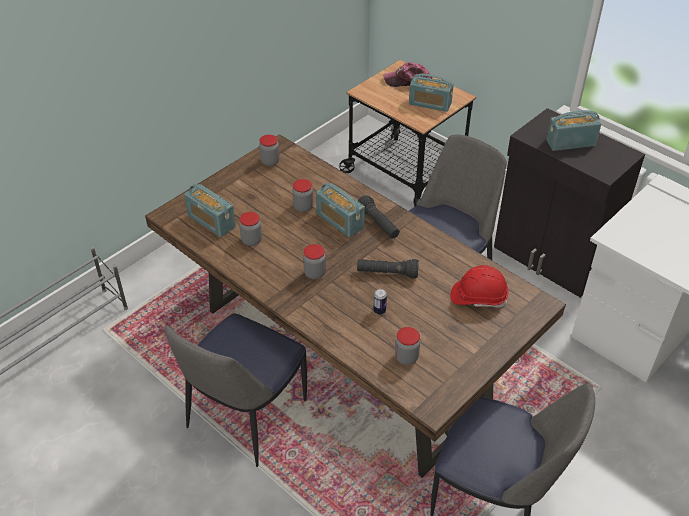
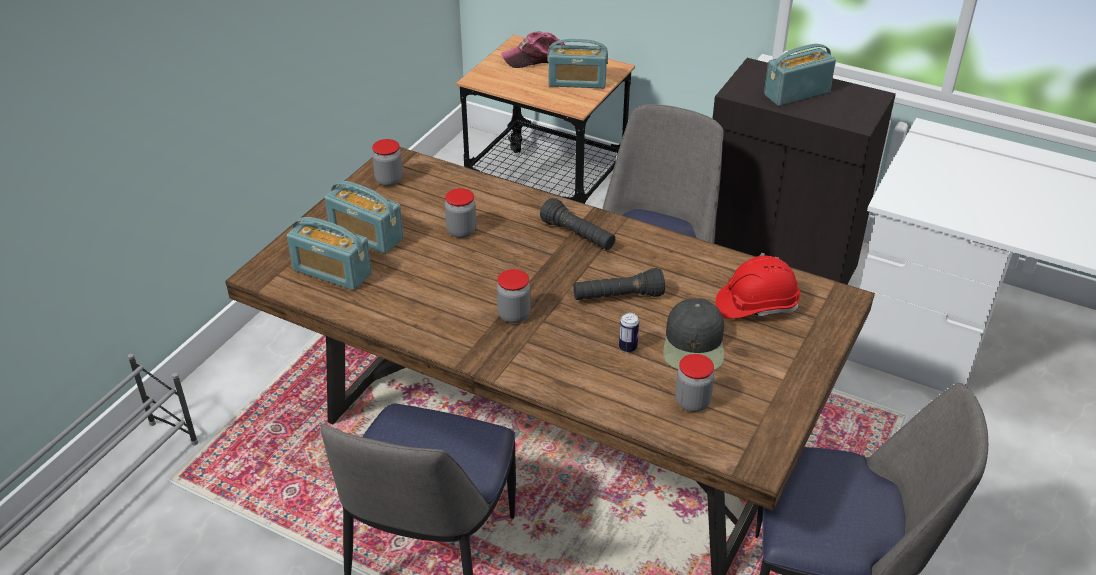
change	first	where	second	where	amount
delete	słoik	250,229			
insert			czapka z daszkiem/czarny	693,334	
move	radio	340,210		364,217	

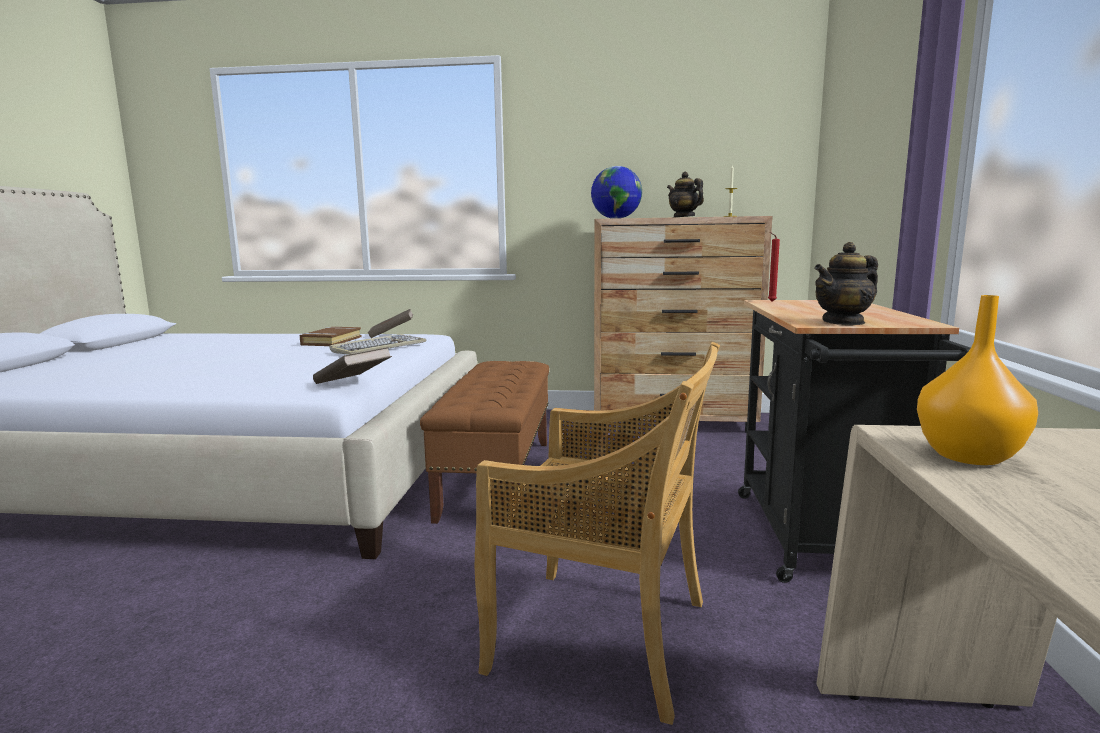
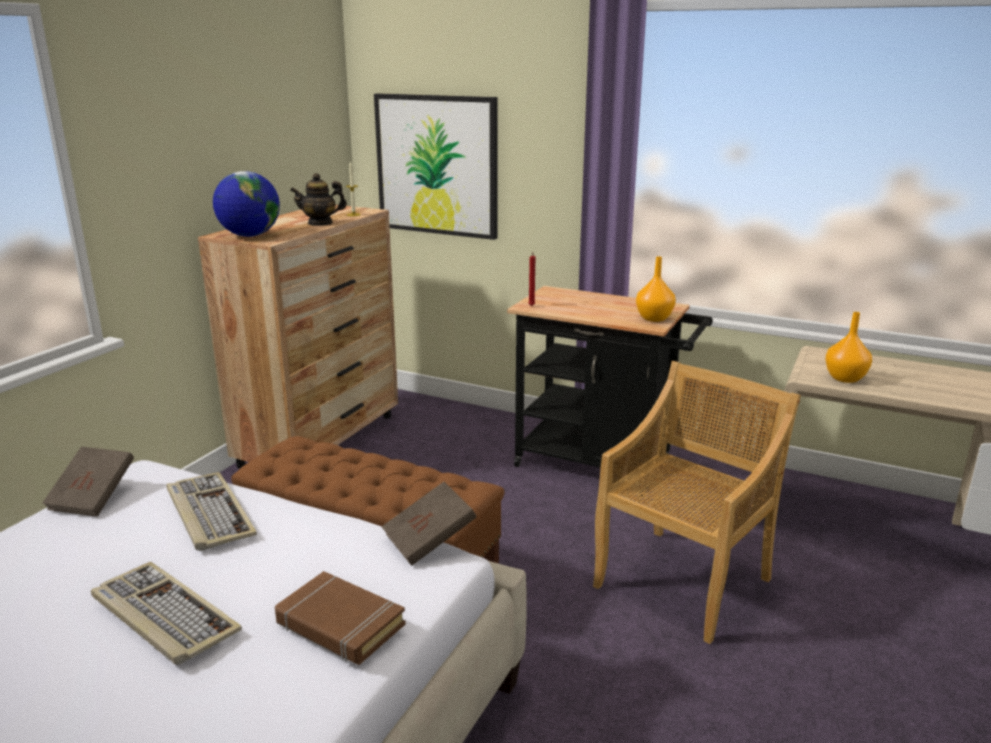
change	first	where	second	where	amount
insert			klawiatura	166,613	
insert			obraz	436,166	
move	książka/brązowy	331,336		340,618	
replace	imbryk	846,283	wazon/pomarańczowy	656,289	

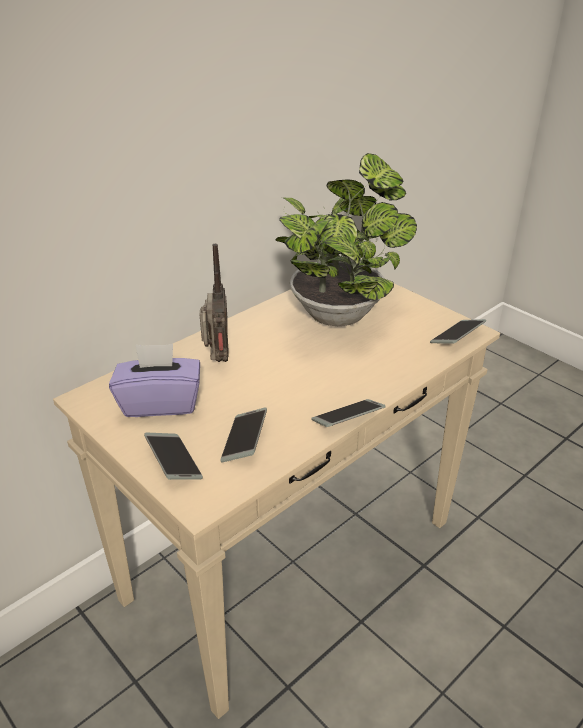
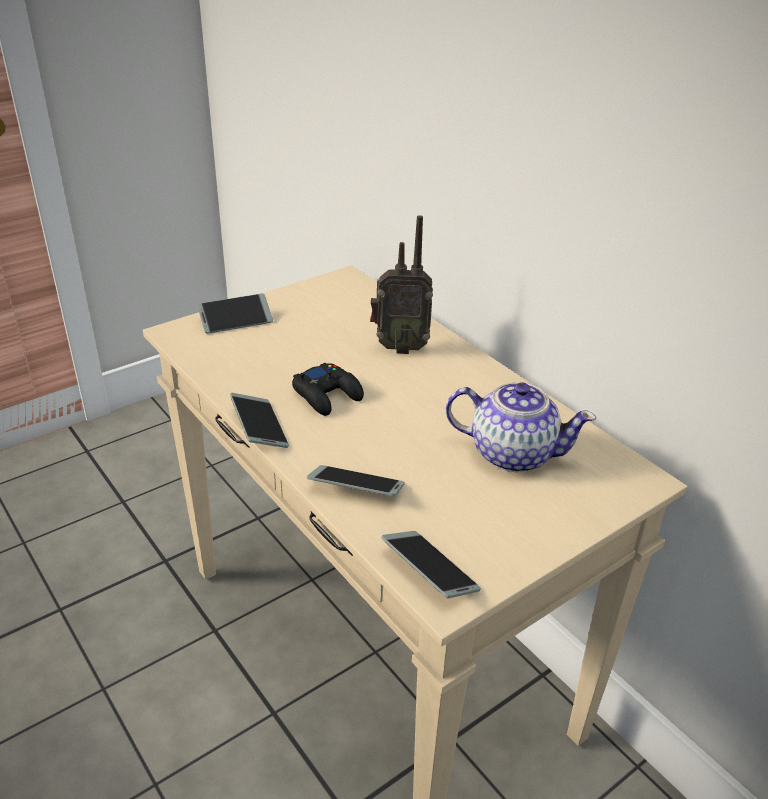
change	first	where	second	where	amount
delete	pudełko chusteczek/fioletowy	154,380			
insert			pad do gier/czarny	328,389	
move	telefon	243,435		356,480	
replace	roślina doniczkowa	346,239	imbryk	521,427	

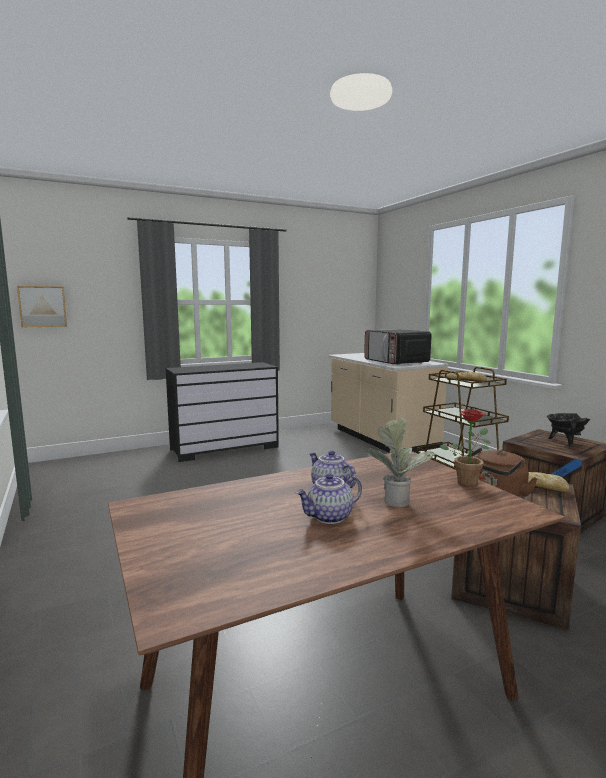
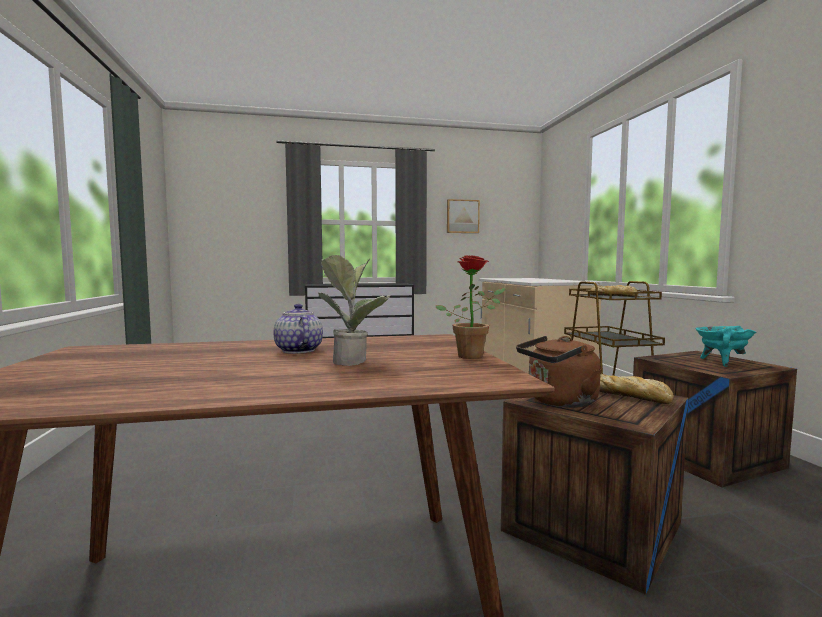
change	first	where	second	where	amount
delete	imbryk	329,498			
delete	mikrofalówka	398,347			
move	obraz	42,306		463,216	
recolor	garnek/czarny	568,430	garnek/turkusowy	726,346	

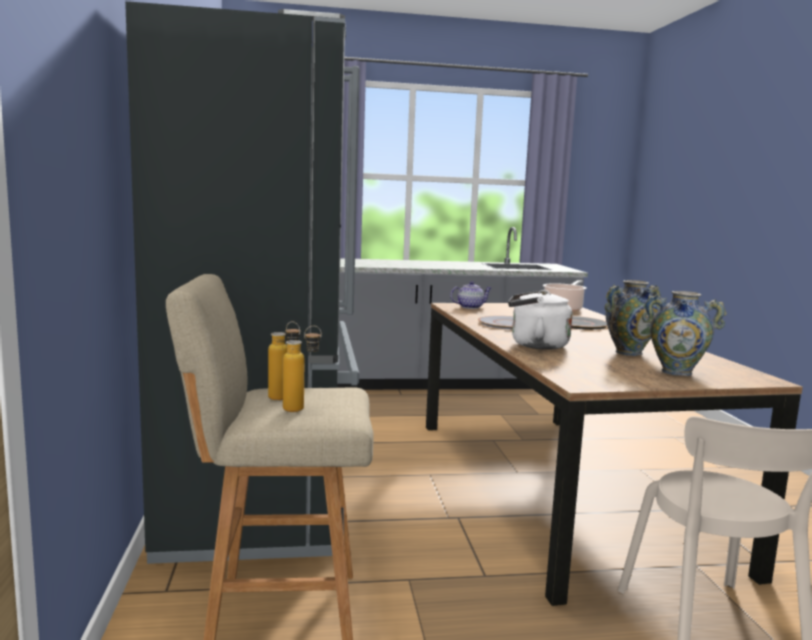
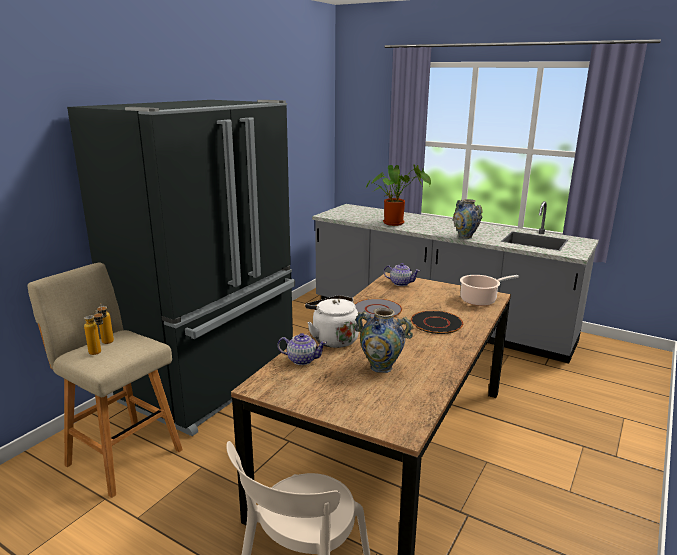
change	first	where	second	where	amount
insert			imbryk	302,349	
insert			roślina doniczkowa	398,195	
move	wazon	684,333		468,219	

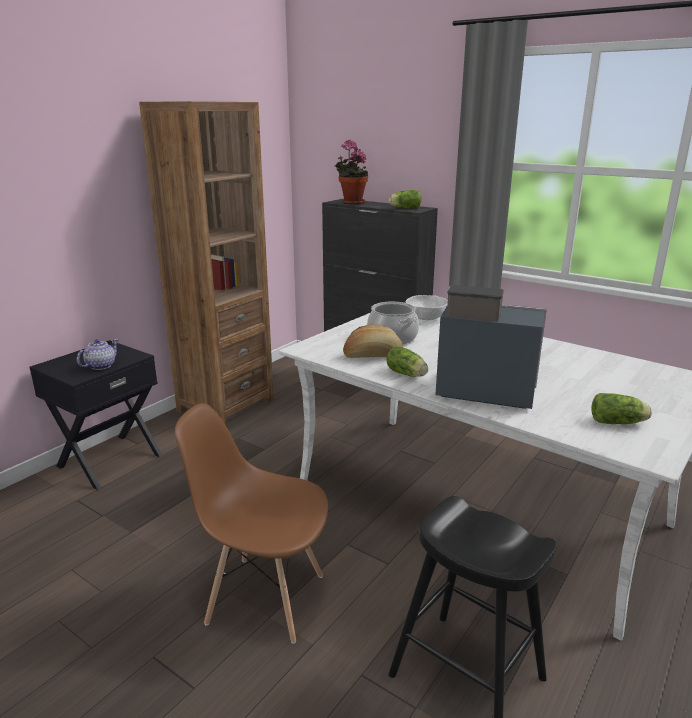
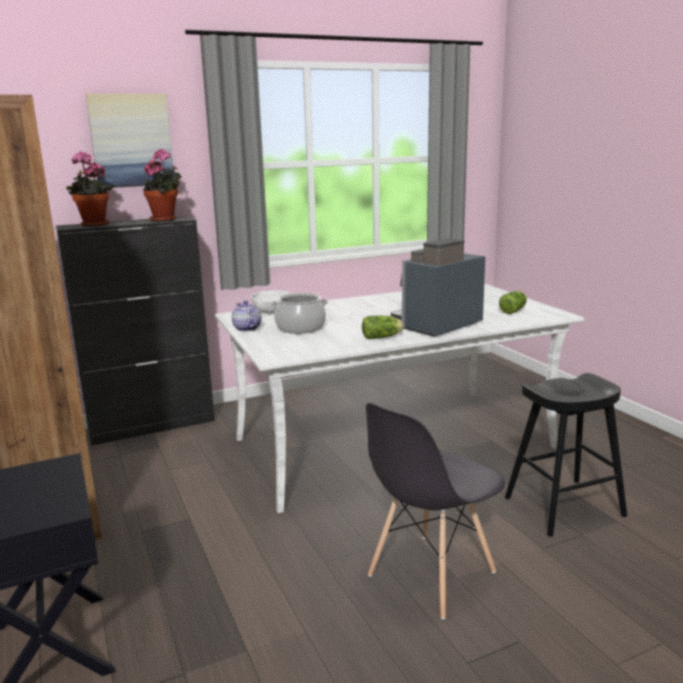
change	first	where	second	where	amount
delete	chleb	373,341			
insert			obraz	130,140	
move	imbryk	98,354		246,316	
replace	sałata	405,199	roślina doniczkowa	162,185	
recolor	krzesło/brązowy	251,523	krzesło/szary	435,511	

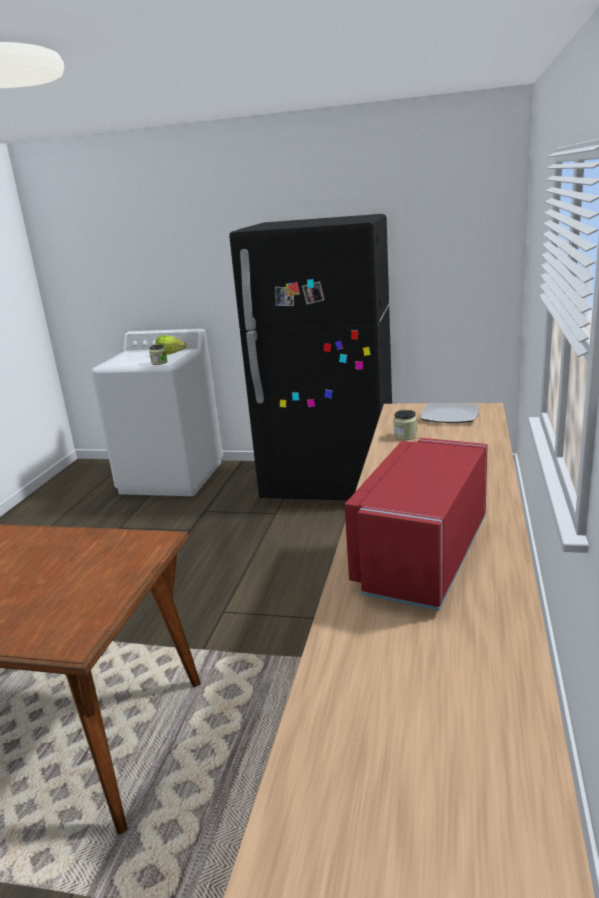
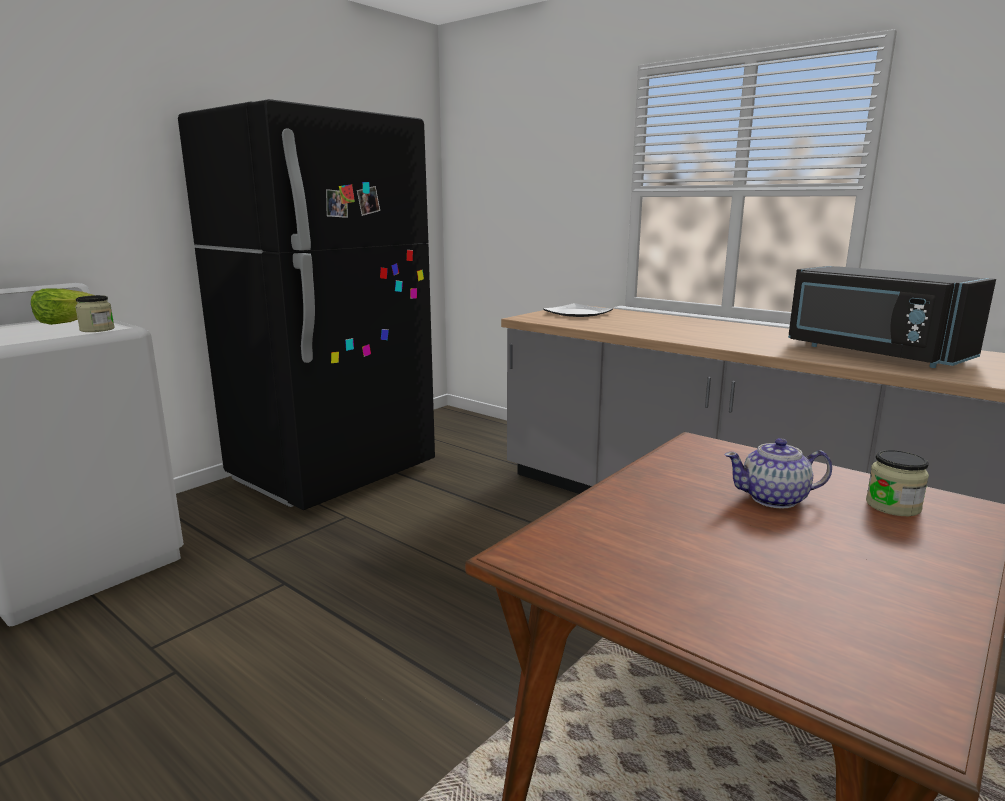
change	first	where	second	where	amount
insert			imbryk	778,473	
move	słoik	405,425		897,483	
recolor	mikrofalówka/czerwony	416,524	mikrofalówka/czarny	892,317	

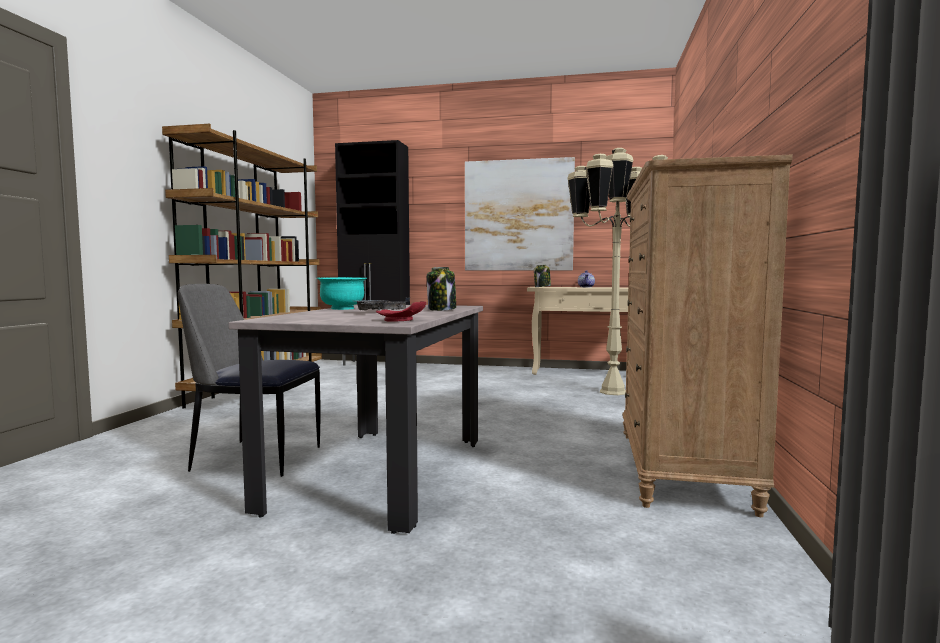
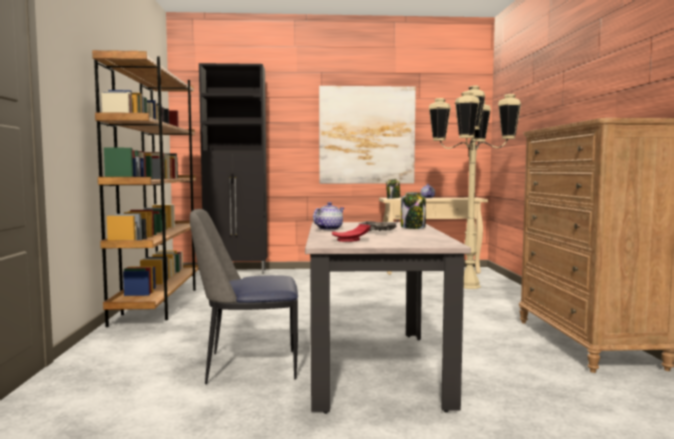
change	first	where	second	where	amount
move	talerz/czerwony	401,311		351,233	
replace	miska/turkusowy	342,293	imbryk	328,216	

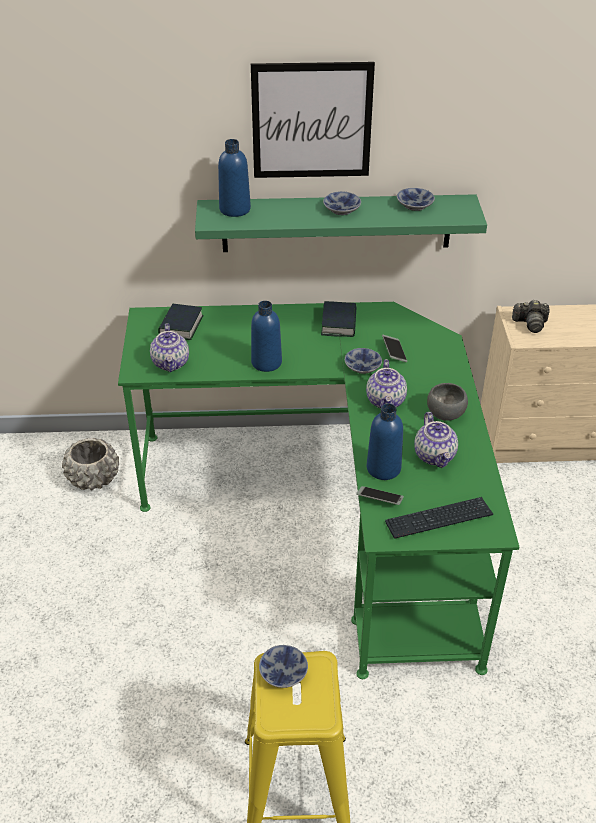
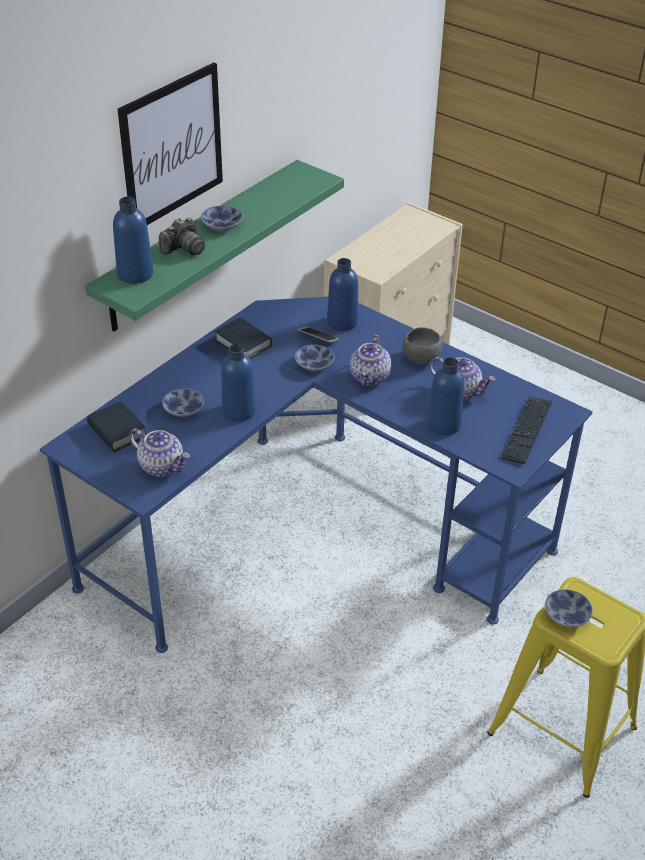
change	first	where	second	where	amount
delete	donica/szary	90,464			
delete	telefon	380,495			
insert			butelka/niebieski	342,294	
move	miska	416,199		183,402	
move	aparat fotograficzny	531,316		182,236	
recolor	biurko/zielony	319,490	biurko/niebieski	316,475	
rotate	imbryk	386,384		371,361	60 degrees clockwise

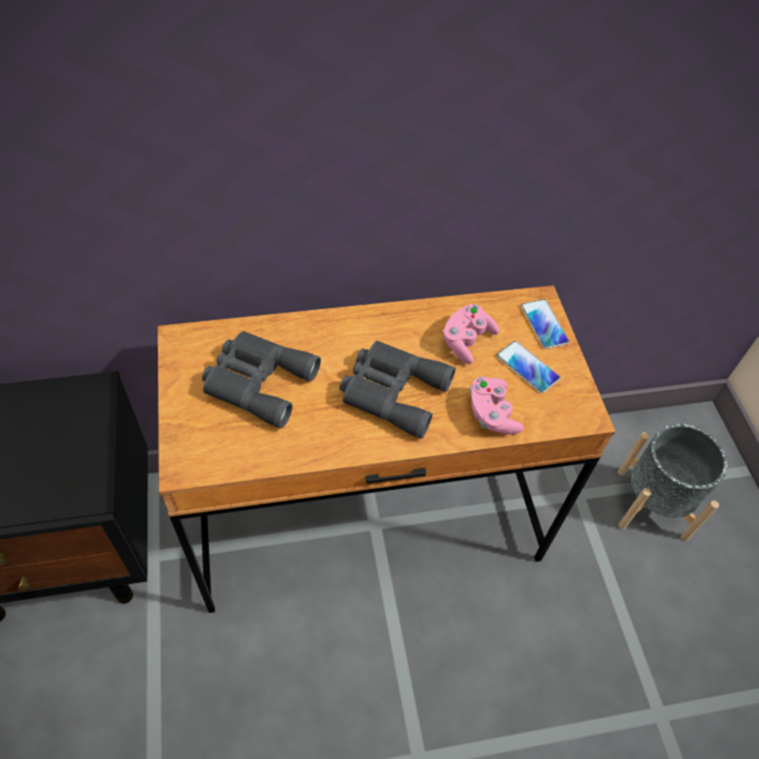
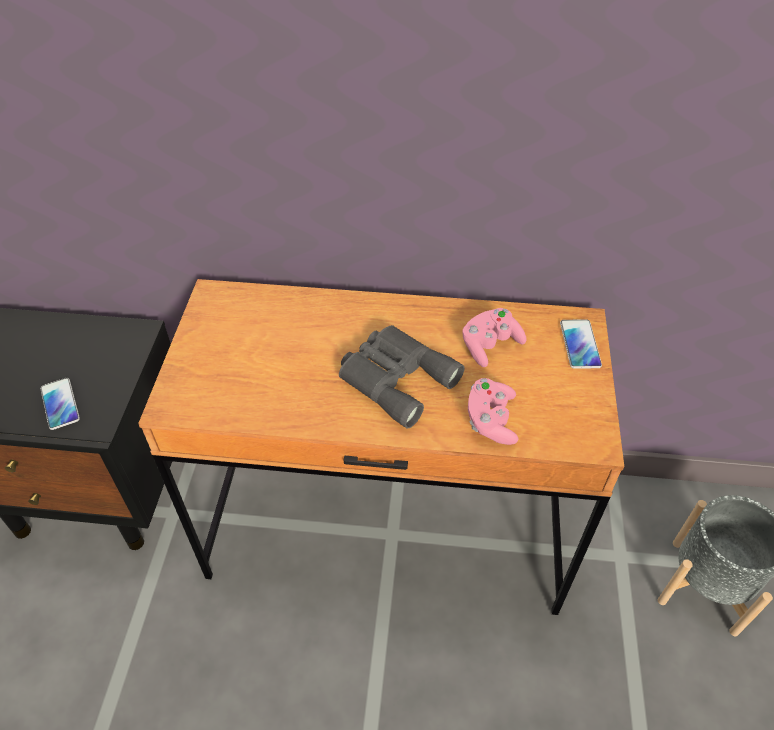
change	first	where	second	where	amount
delete	lornetka/szary	261,379			
move	telefon	528,367		60,404	

